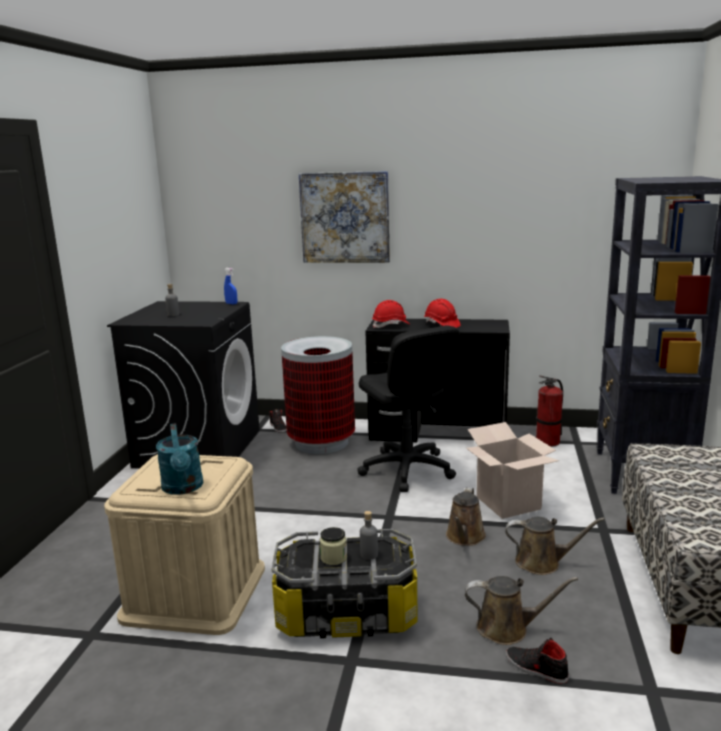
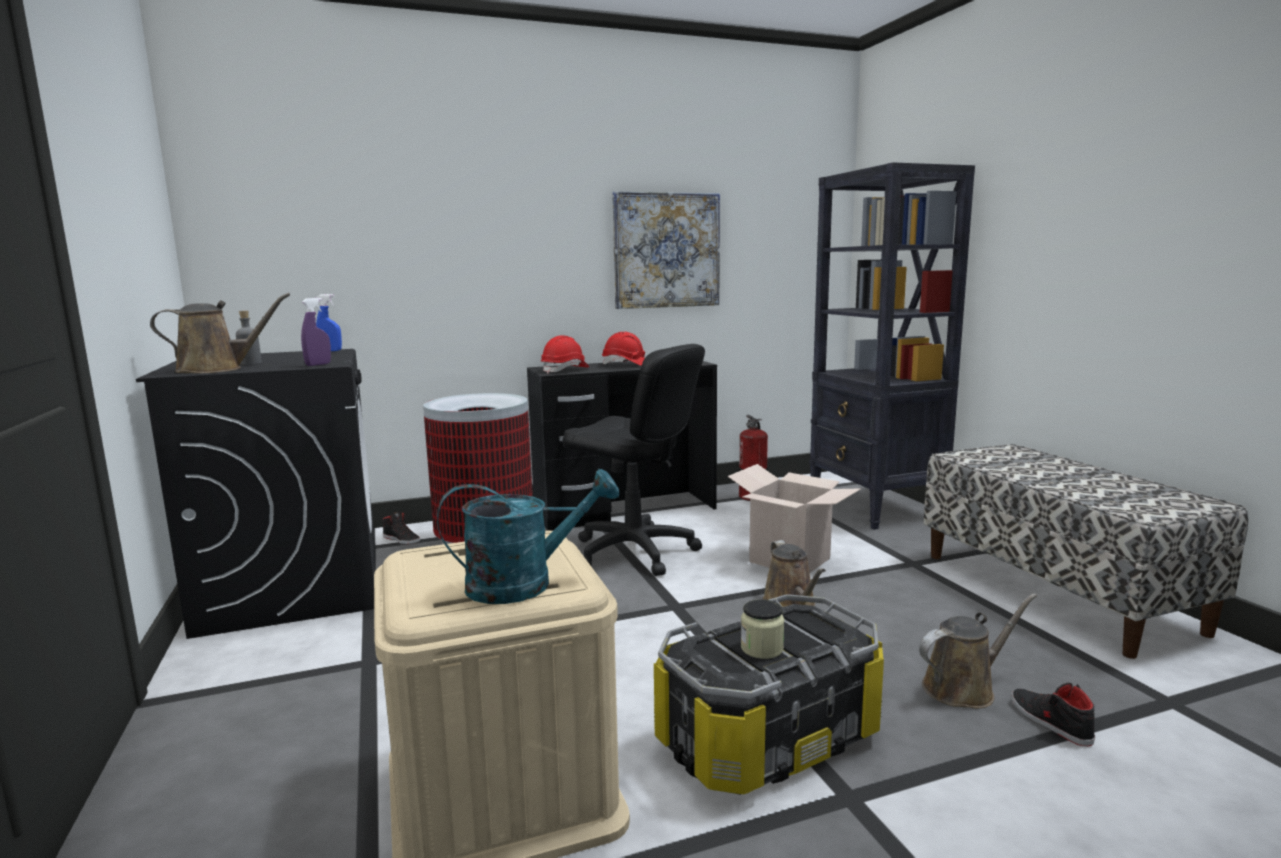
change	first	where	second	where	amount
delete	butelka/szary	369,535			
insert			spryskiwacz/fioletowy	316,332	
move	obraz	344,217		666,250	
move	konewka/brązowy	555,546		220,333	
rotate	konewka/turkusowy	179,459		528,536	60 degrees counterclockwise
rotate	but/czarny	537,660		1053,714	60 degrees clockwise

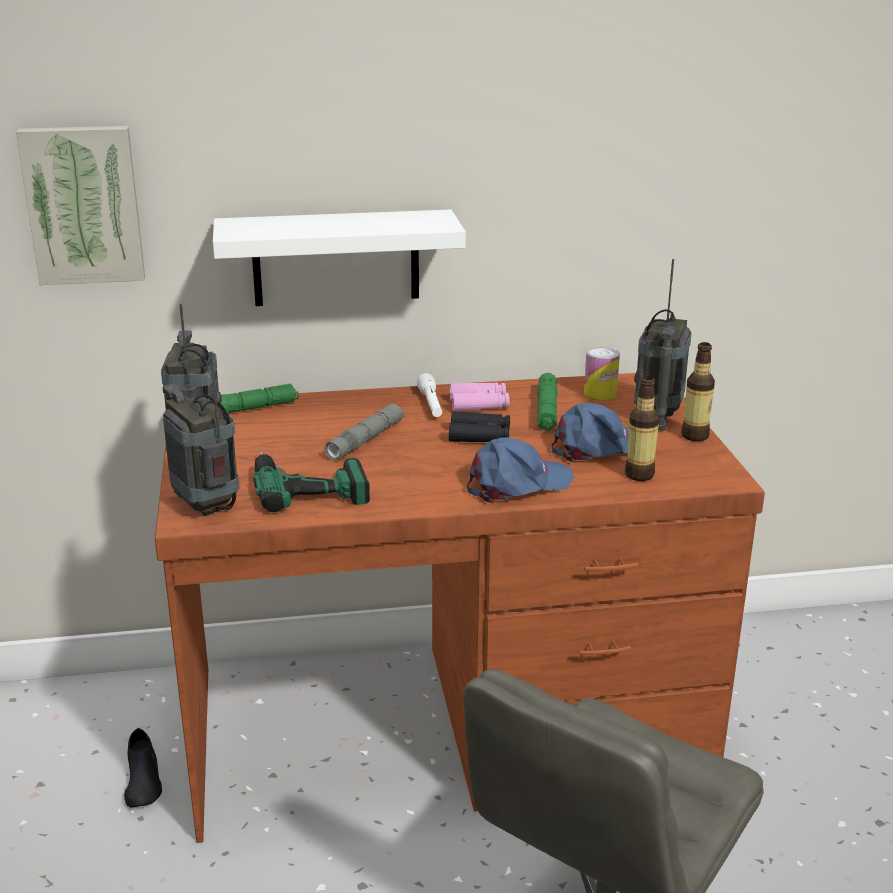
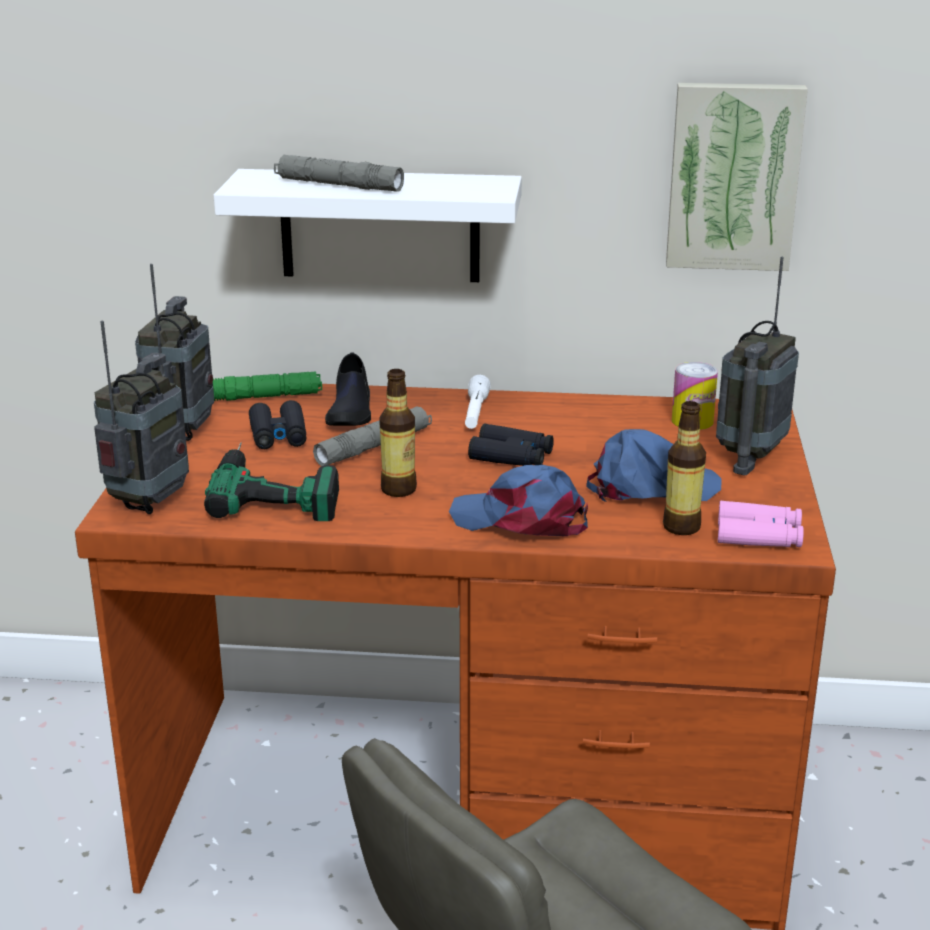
change	first	where	second	where	amount
delete	latarka/zielony	547,401			
insert			lornetka/czarny	277,424	
insert			latarka/szary	339,173	
move	obraz	80,205		737,177	
move	but/czarny	143,767		348,389	
move	lornetka/różowy	480,397		761,524	
move	butelka	698,391		398,433	
rotate	radio	201,433		141,417	45 degrees clockwise
rotate	czapka z daszkiem/niebieski	520,470		518,500	150 degrees counterclockwise

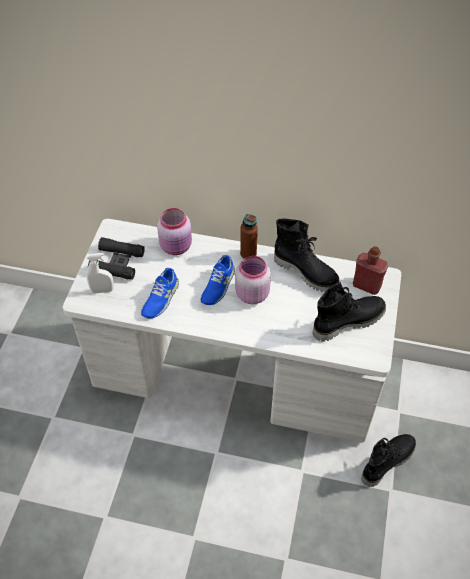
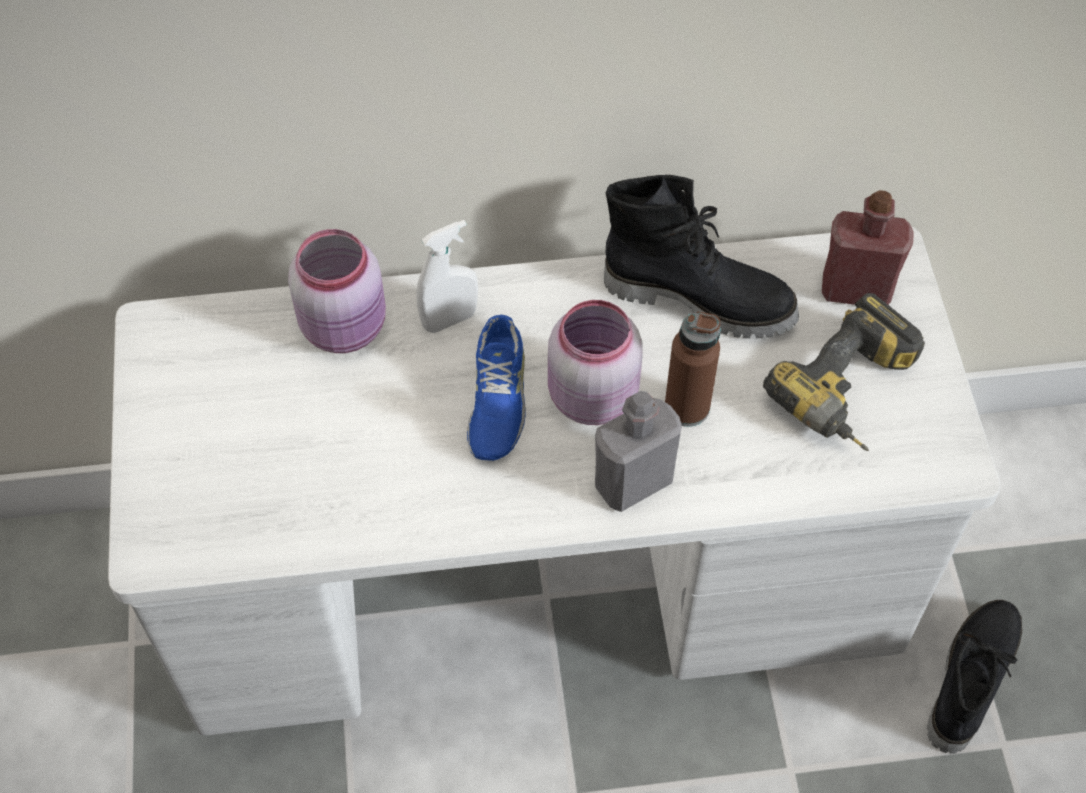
change	first	where	second	where	amount
delete	lornetka/czarny	116,258			
delete	but/niebieski	160,293			
insert			butelka/szary	638,451	
move	spryskiwacz/biały	100,273		447,276	
move	butelka/brązowy	249,236		693,369	
replace	but z cholewką/czarny	349,312	wiertarka	844,372	

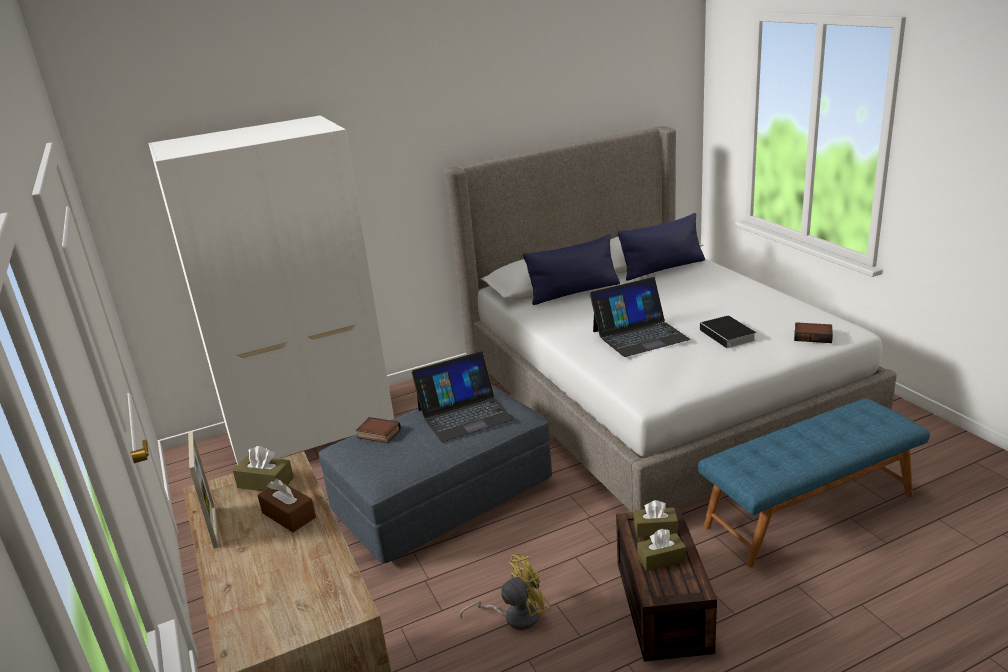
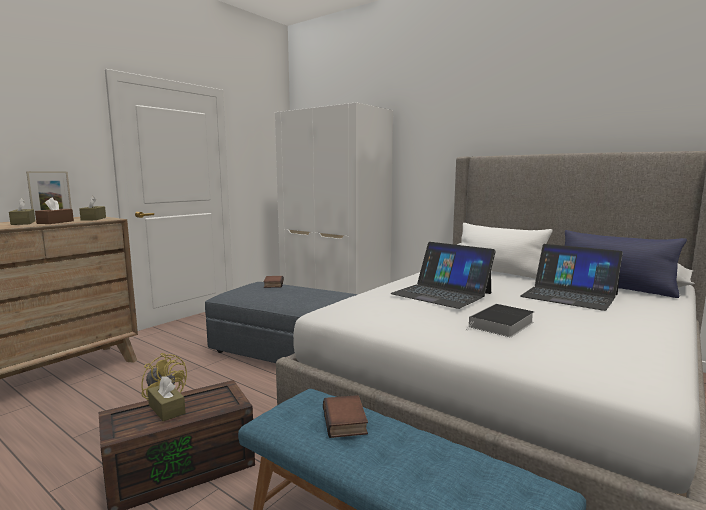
change	first	where	second	where	amount
move	laptop	463,396		571,277	
move	pudełko chusteczek/brązowy	656,519		22,211	
move	książka	813,332		345,416	
recolor	poduszka/niebieski	571,269	poduszka/biały	507,251	

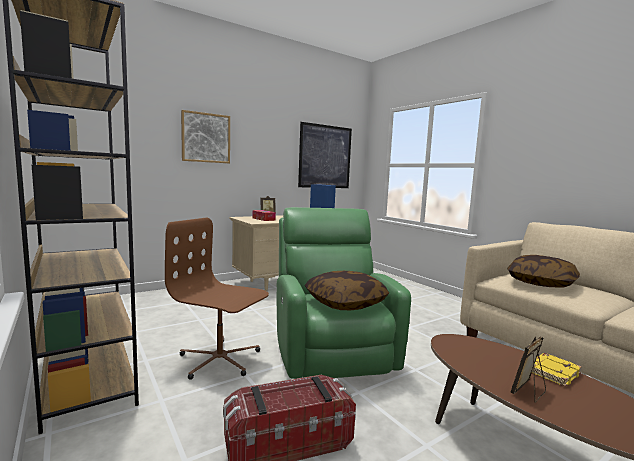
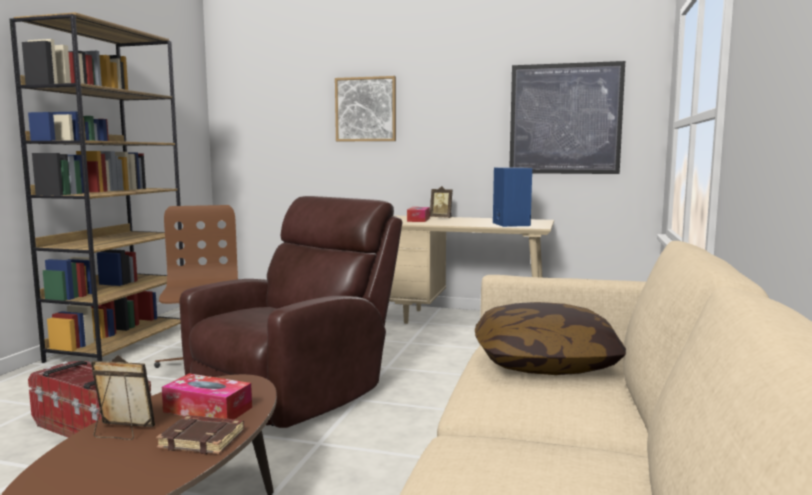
change	first	where	second	where	amount
delete	poduszka	347,290			
insert			pudełko chusteczek	207,396	
recolor	fotel/zielony	343,293	fotel/brązowy	290,312	
recolor	książka/żółty	556,370	książka/brązowy	200,434	

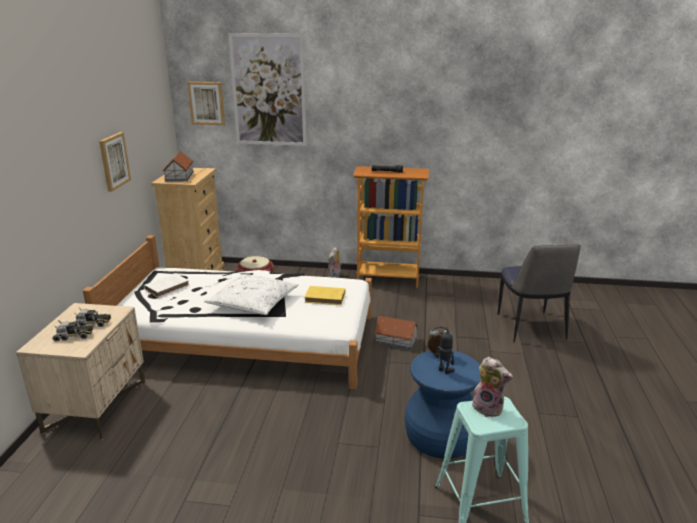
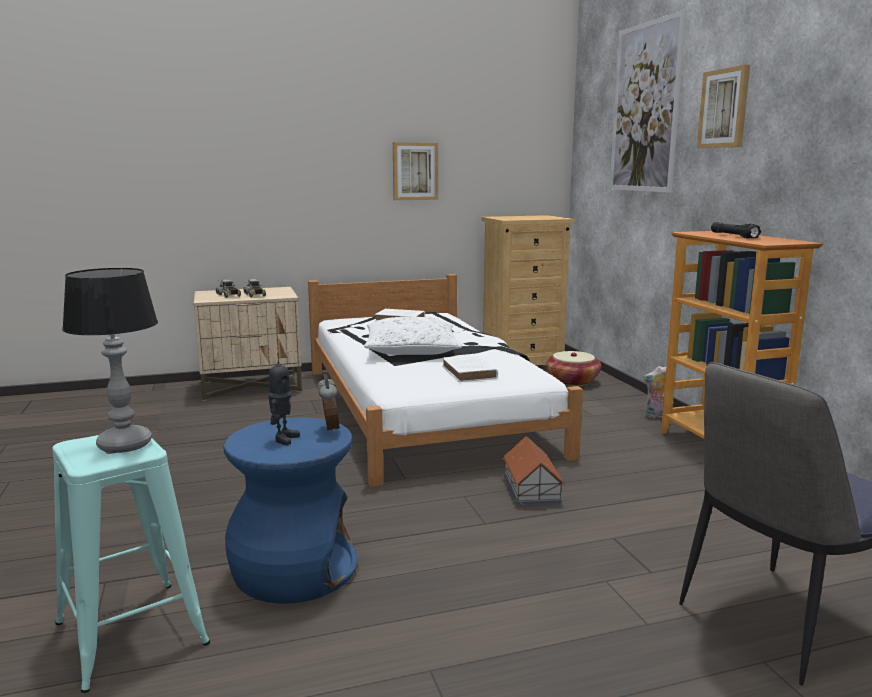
change	first	where	second	where	amount
delete	domek	178,166			
move	obraz	206,103		723,106	
replace	pluszak	492,387	lampa stołowa	110,360	
recolor	książka/żółty	324,295	książka/biały	470,368	

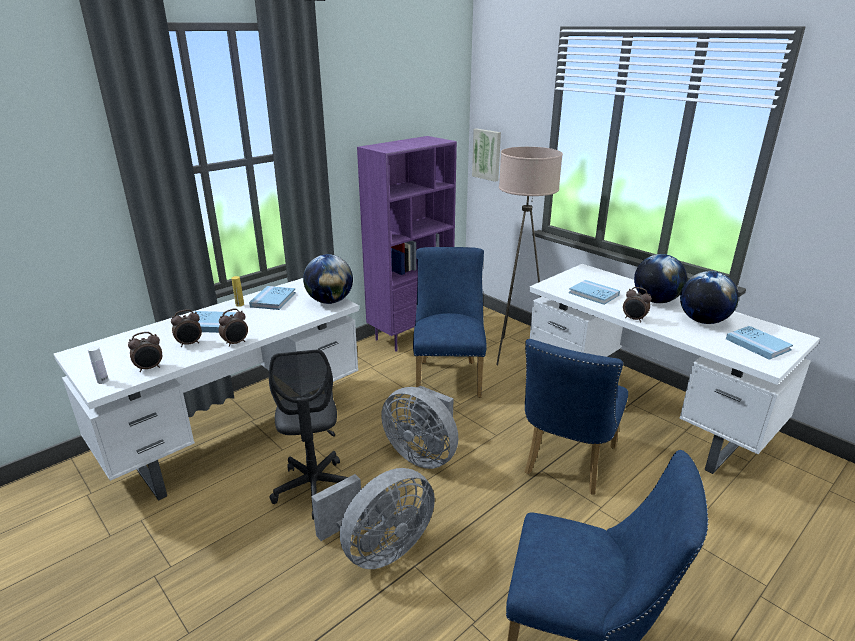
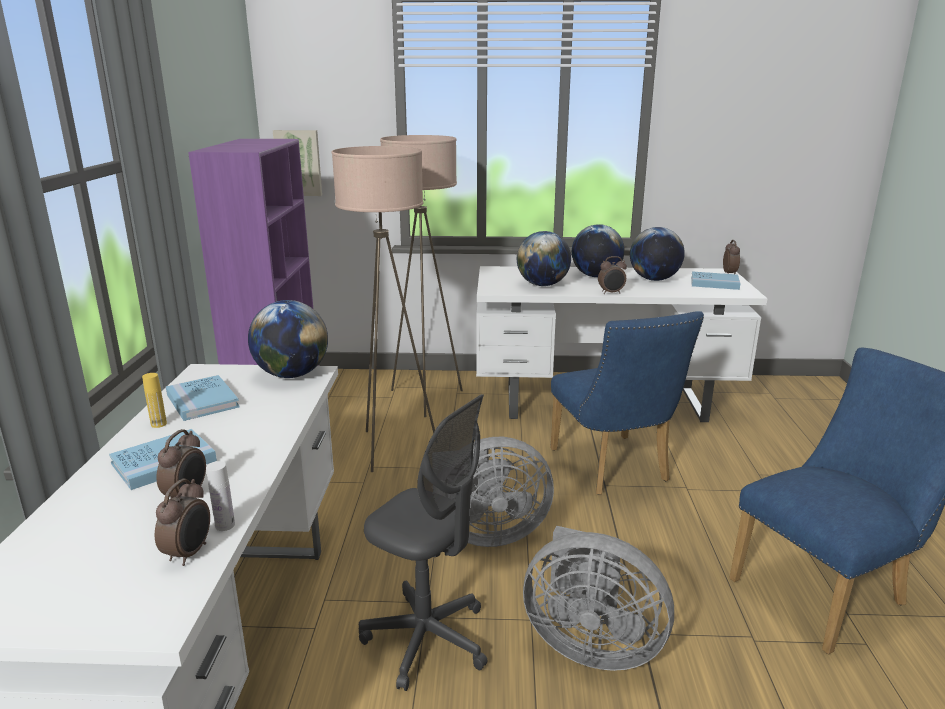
change	first	where	second	where	amount
move	butelka/biały	98,365		220,496	
move	budzik	233,328		731,257	
replace	krzesło/niebieski	450,322	lampa stojąca/beżowy	383,309	
replace	książka/niebieski	594,292	globus	544,258	
rotate	wentylator/szary	373,518		598,598	105 degrees clockwise

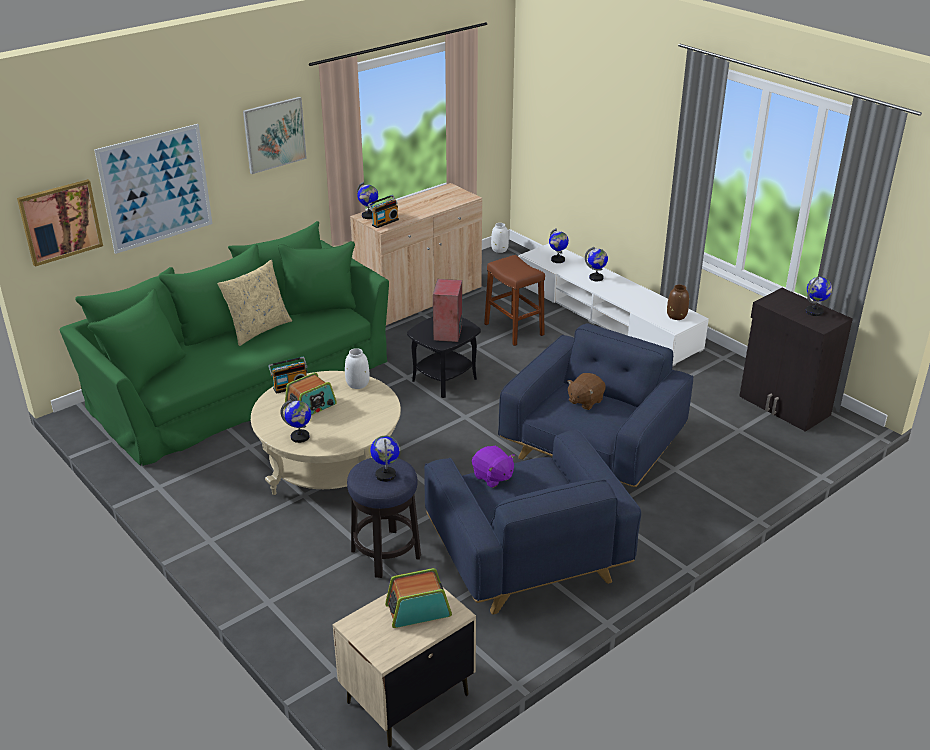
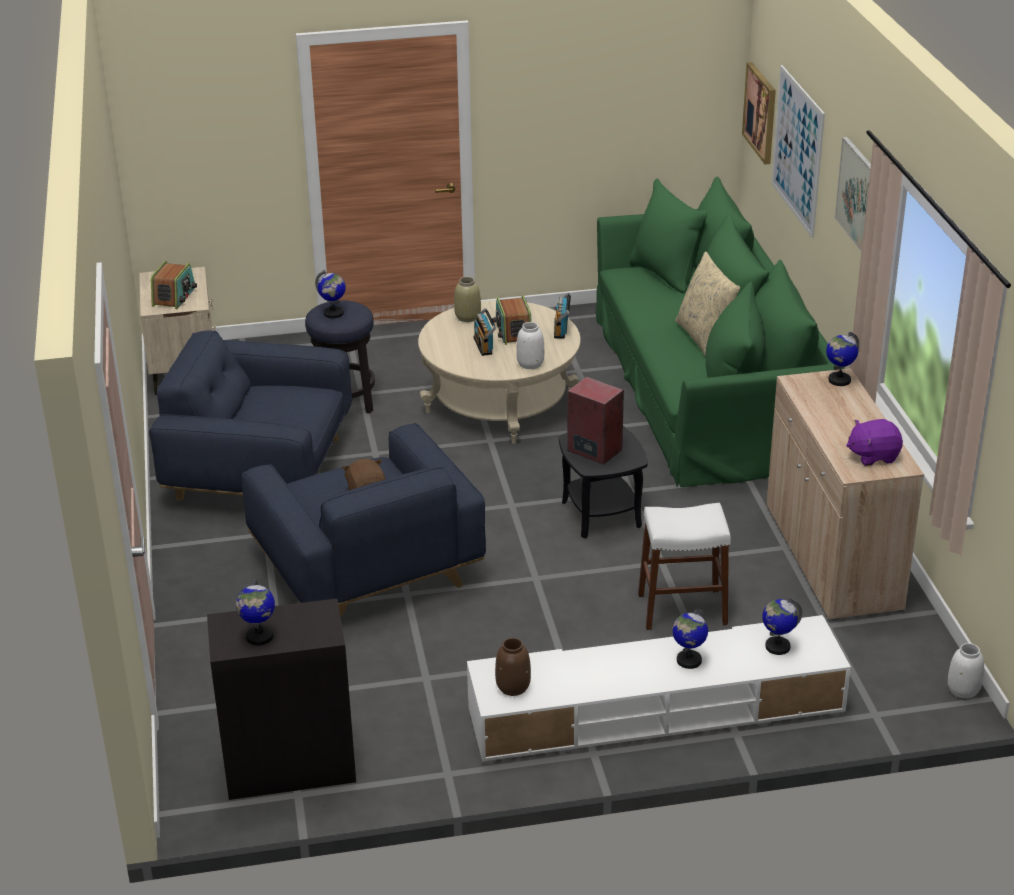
change	first	where	second	where	amount
move	radio	383,211		484,332	
move	pluszak/fioletowy	493,467		874,442	
replace	globus	295,421	wazon/beżowy	467,299	
recolor	stołek/brązowy	514,300	stołek/biały	684,566	

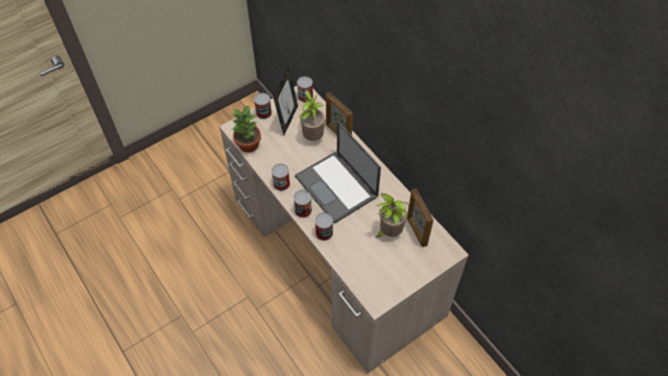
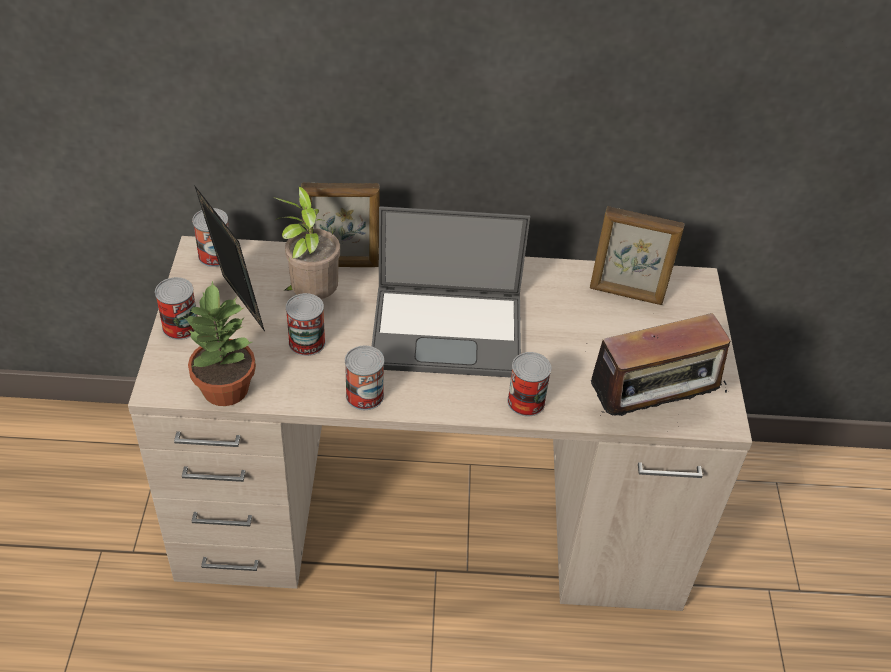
change	first	where	second	where	amount
delete	roślina doniczkowa	392,215			
insert			radio	660,364	
move	puszka	303,204		306,324	

